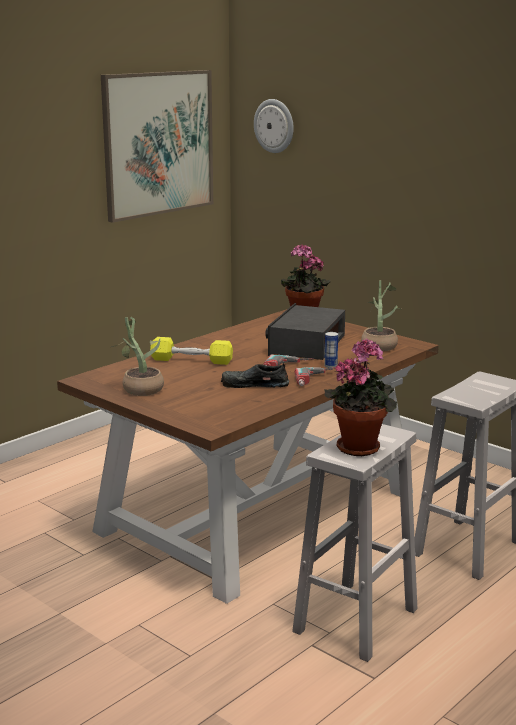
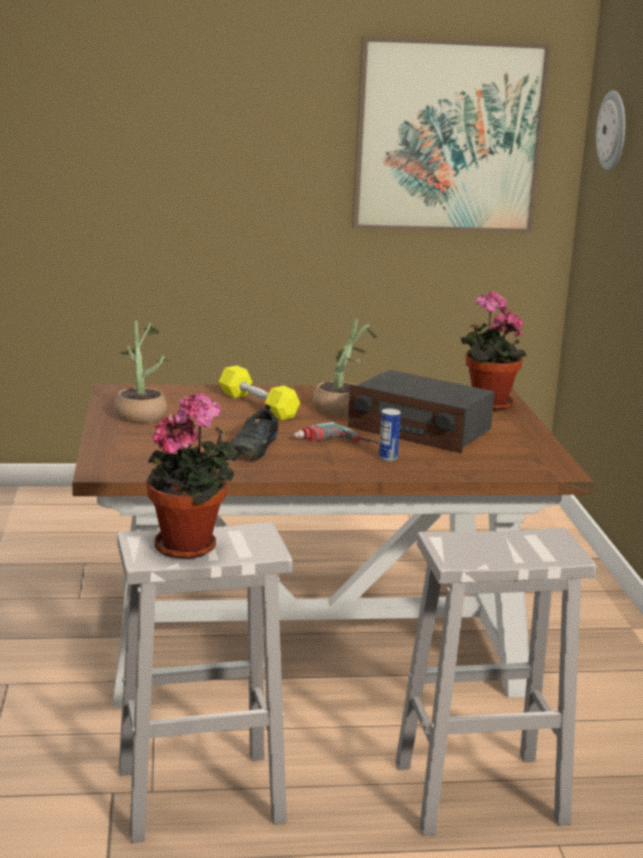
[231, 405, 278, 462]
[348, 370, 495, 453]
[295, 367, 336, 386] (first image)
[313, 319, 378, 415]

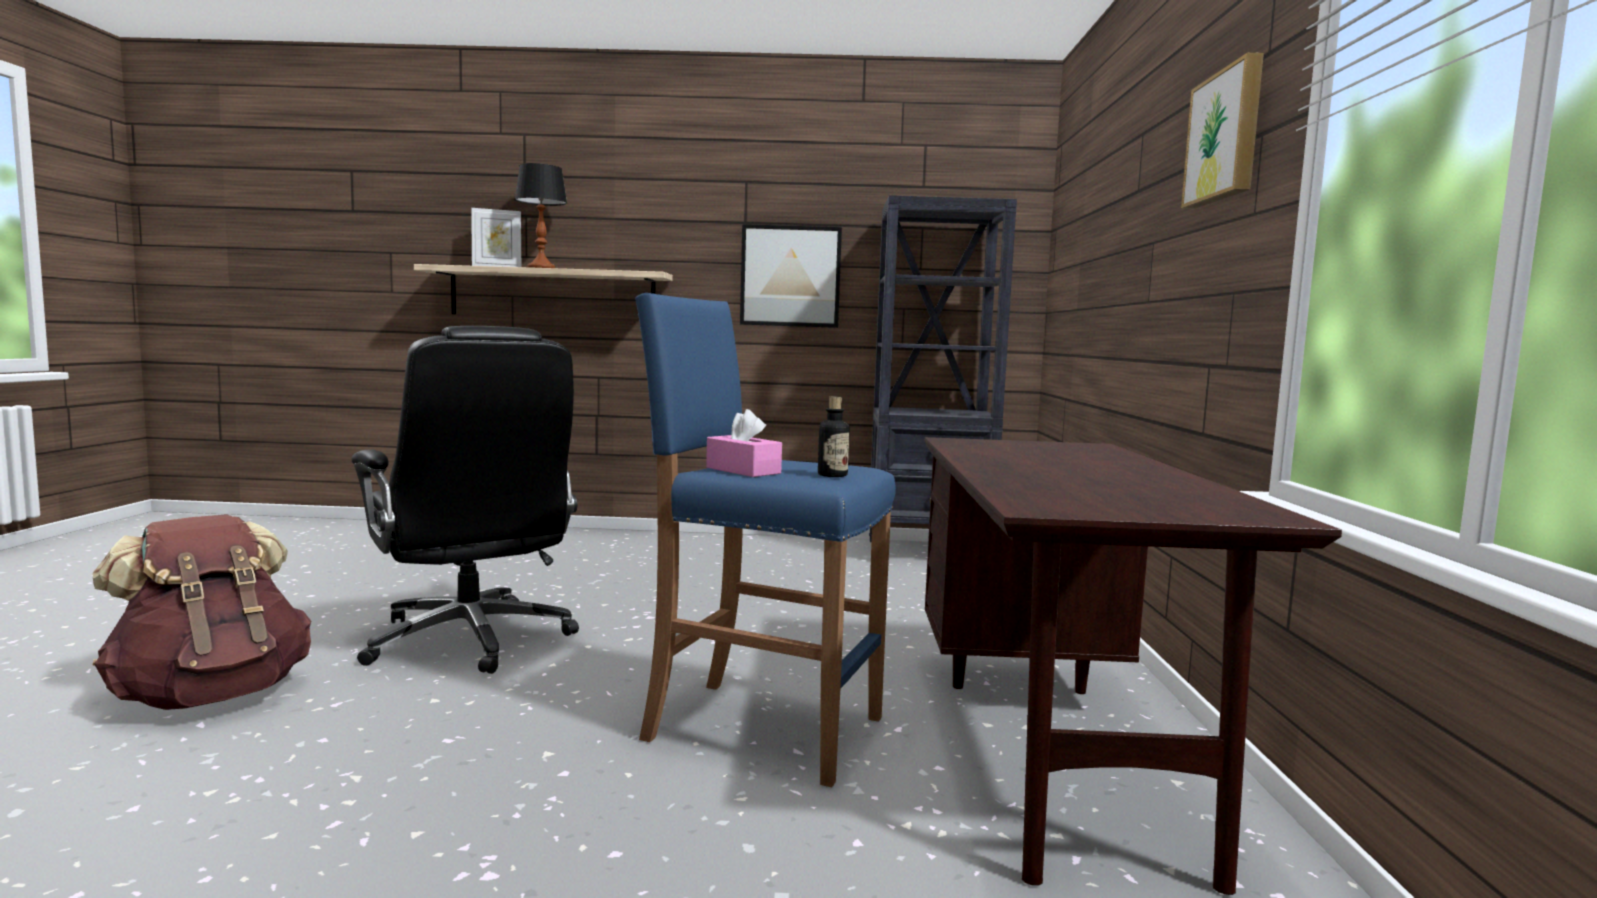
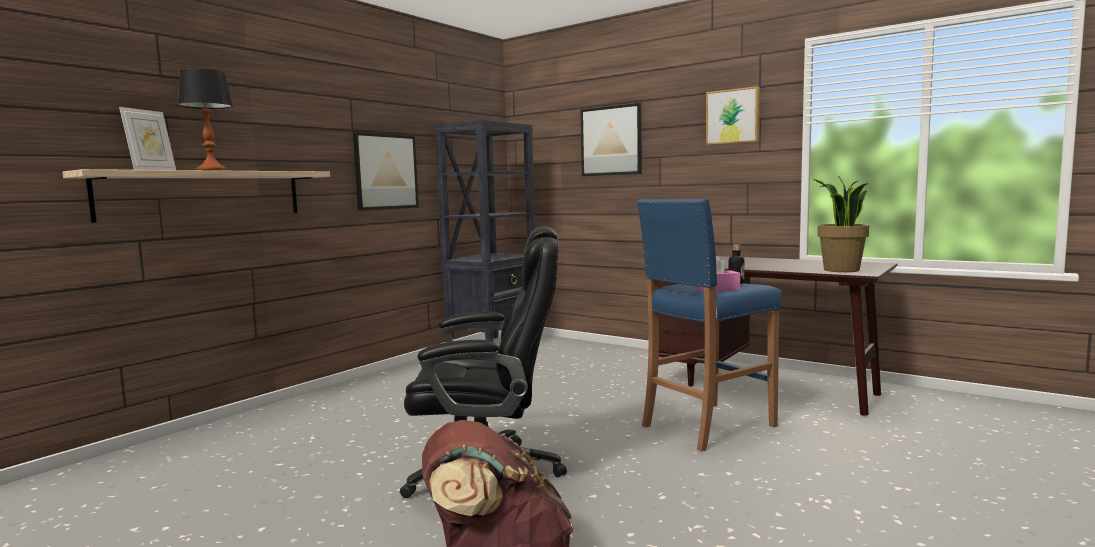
[581, 103, 642, 176]
[813, 176, 869, 272]

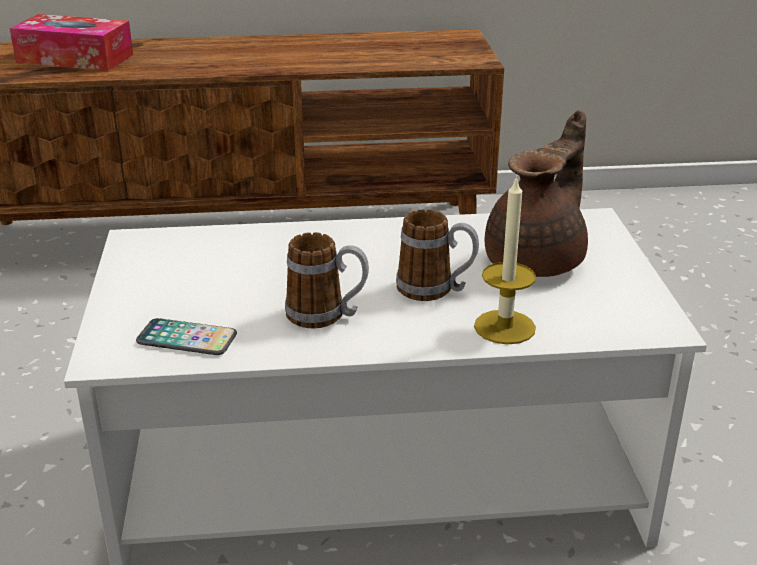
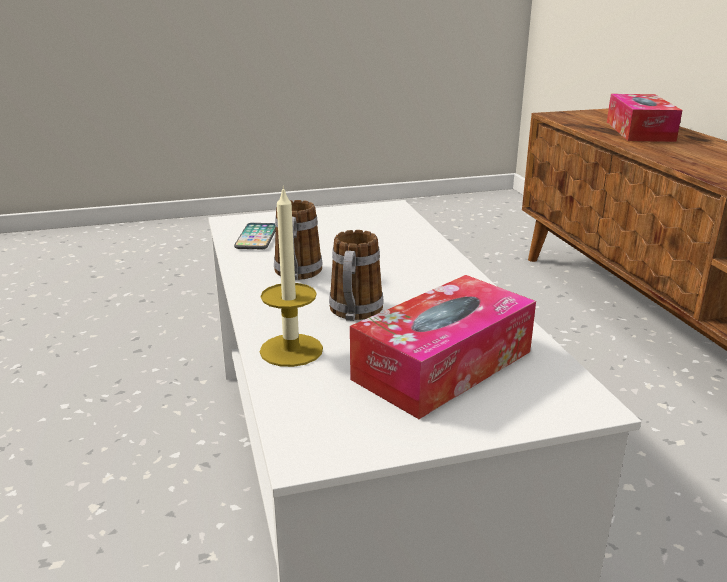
[350, 275, 536, 419]

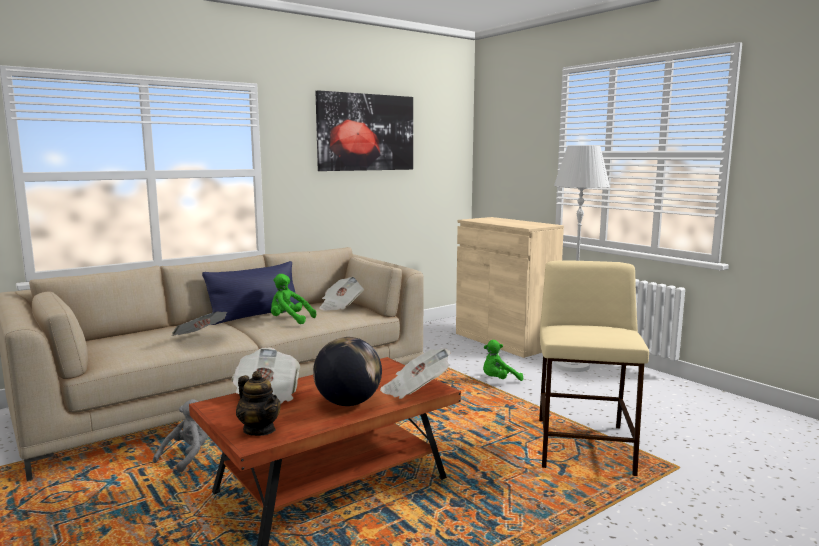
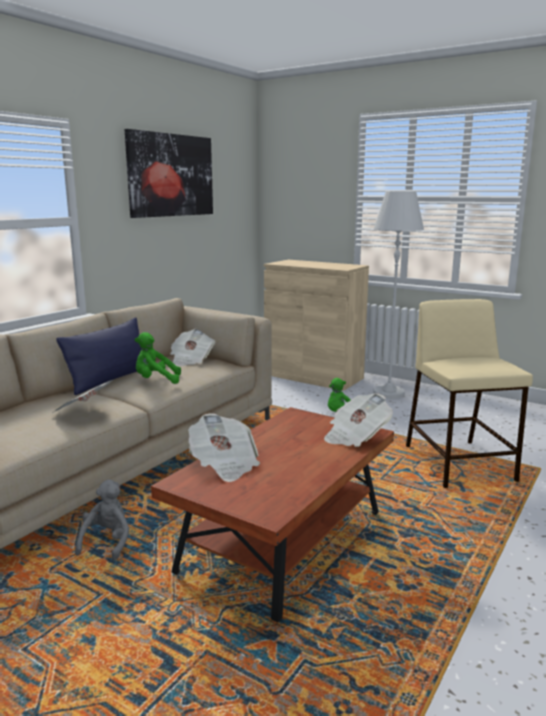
[236, 371, 281, 436] (first image)
[313, 337, 382, 406] (first image)

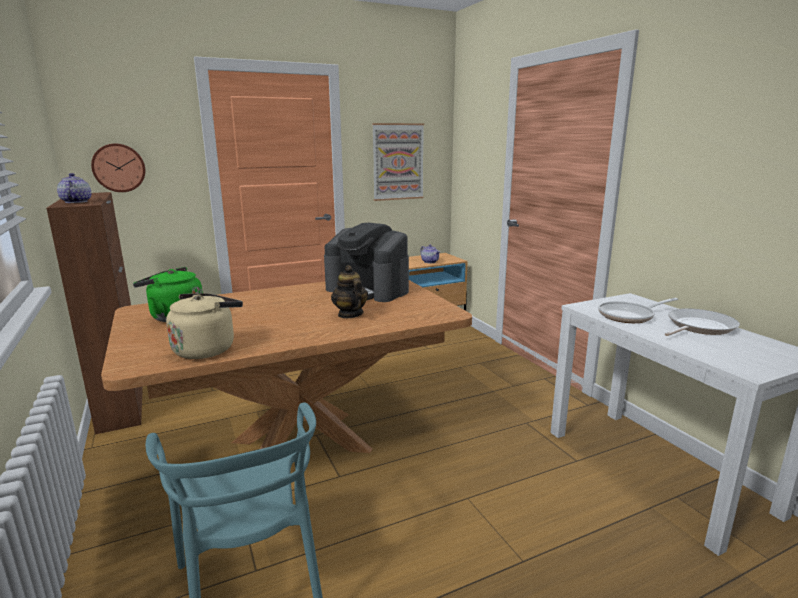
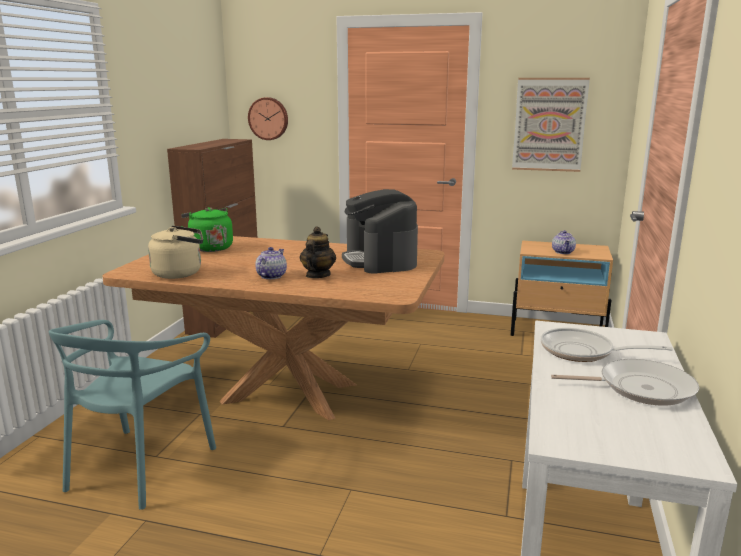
[256, 247, 287, 279]

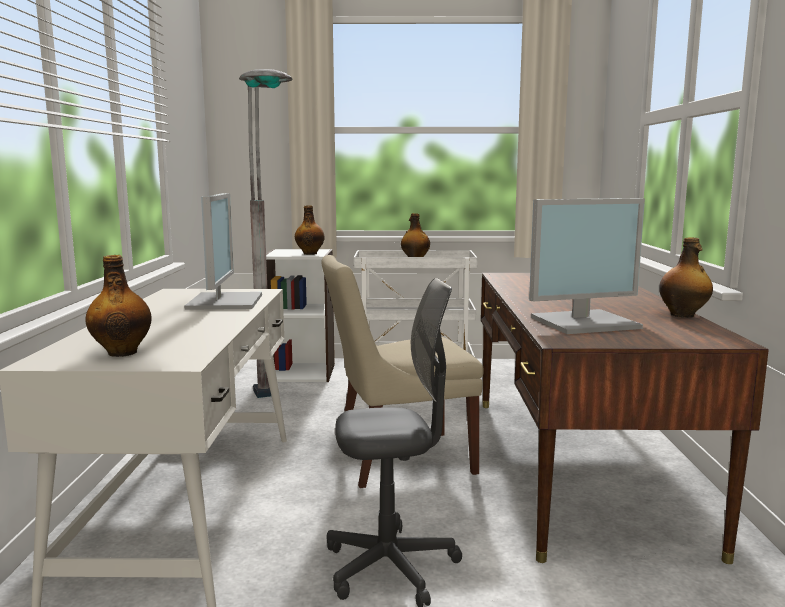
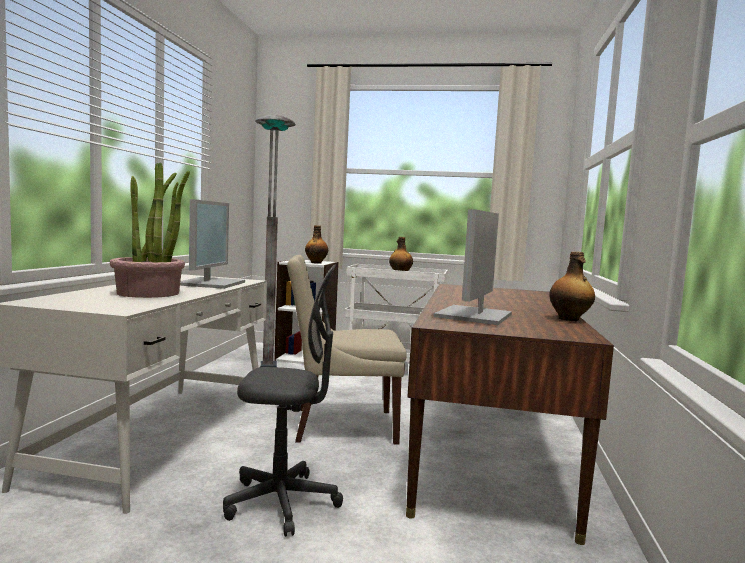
[85, 255, 151, 357] (first image)
[433, 209, 512, 325]
[110, 162, 190, 298]

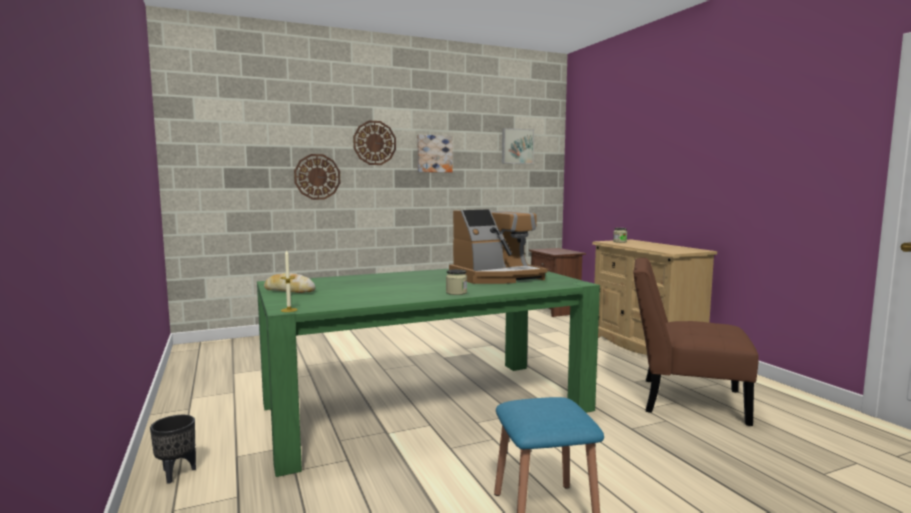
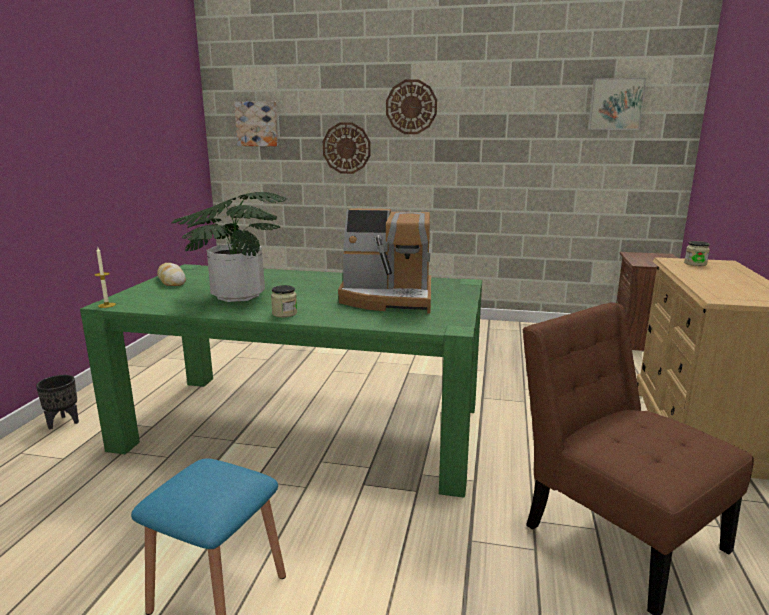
[234, 101, 278, 146]
[171, 192, 287, 302]

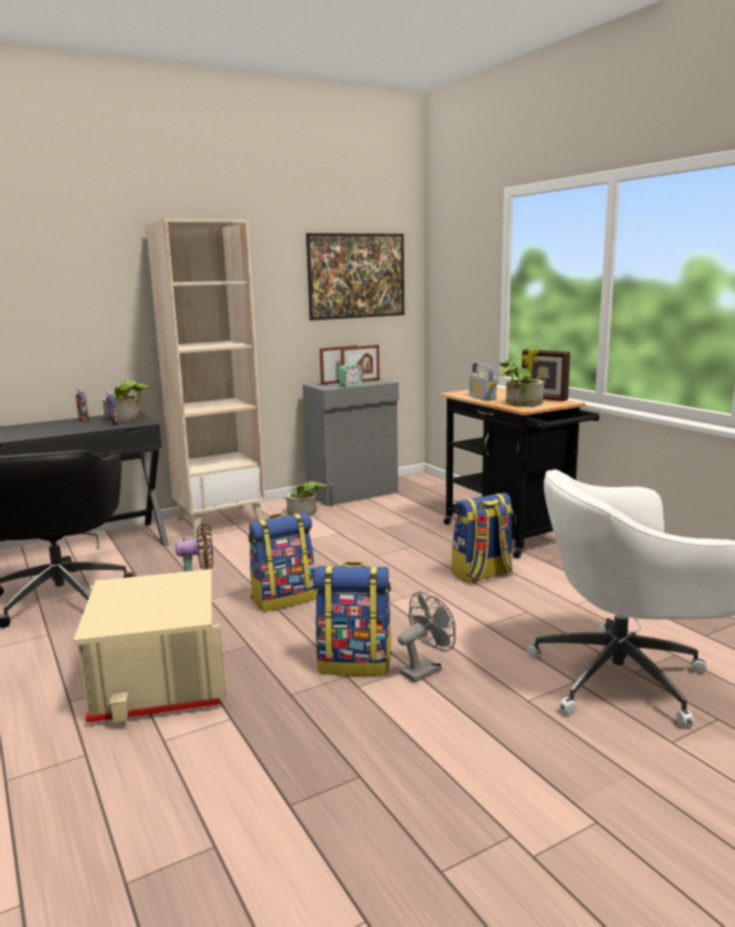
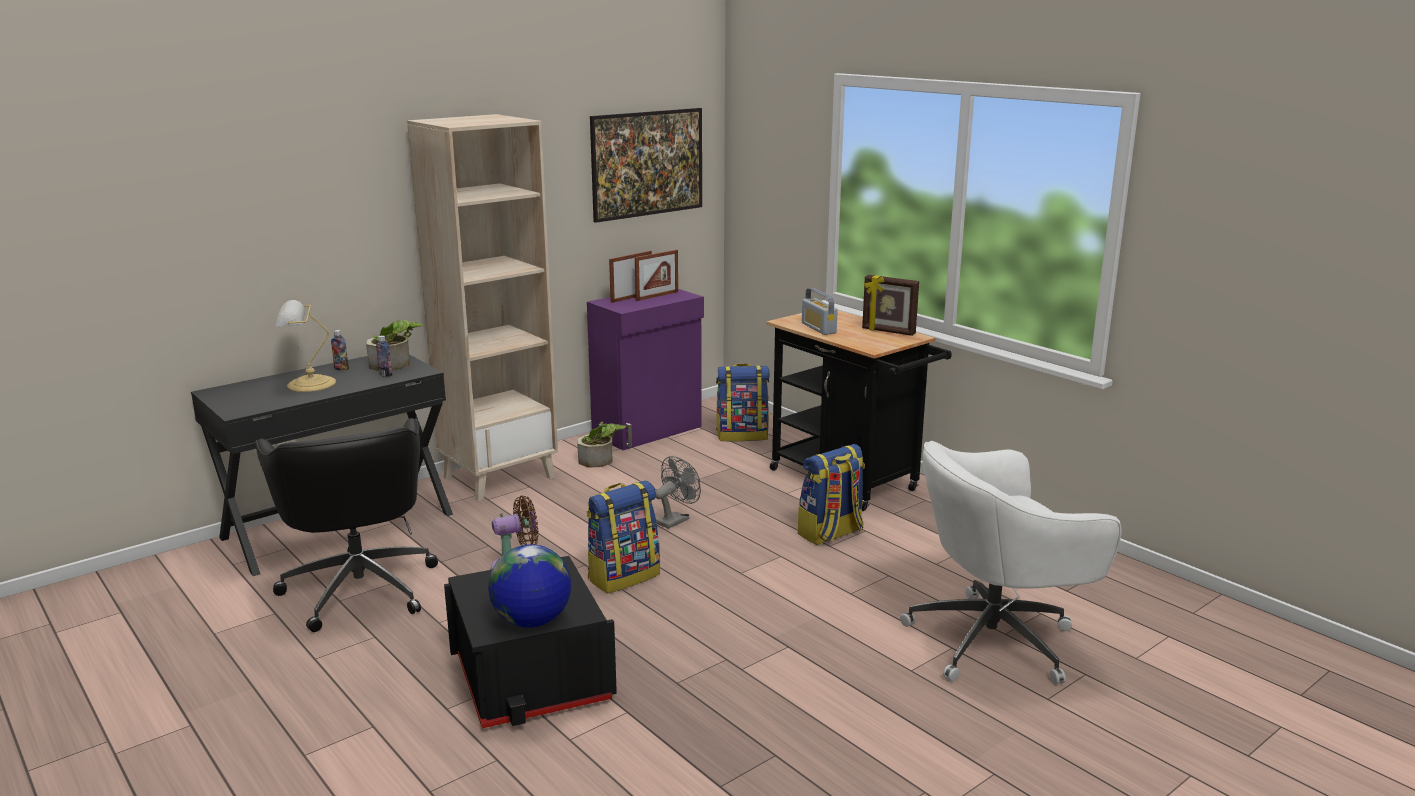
[444, 556, 617, 728]
[587, 289, 704, 450]
[716, 363, 770, 441]
[339, 364, 363, 387] (first image)
[656, 456, 701, 529]
[499, 359, 544, 407] (first image)
[275, 300, 336, 392]
[488, 545, 571, 628]

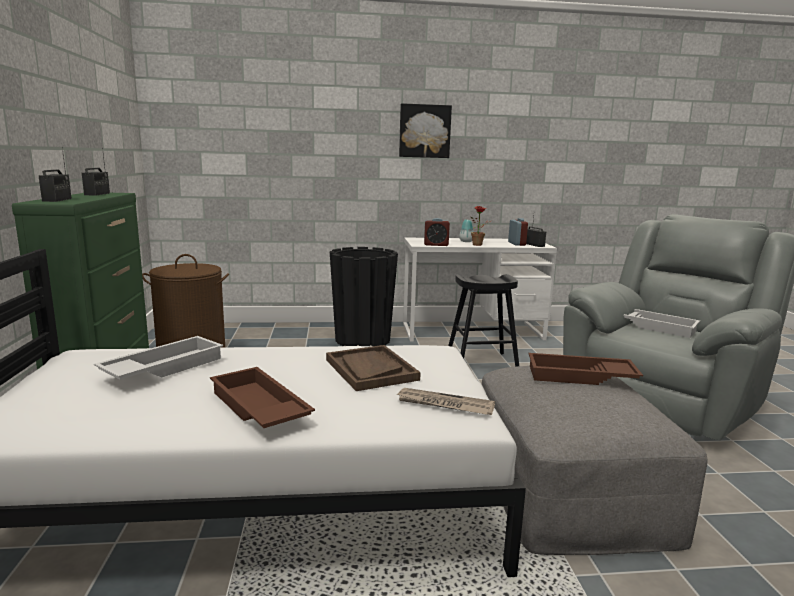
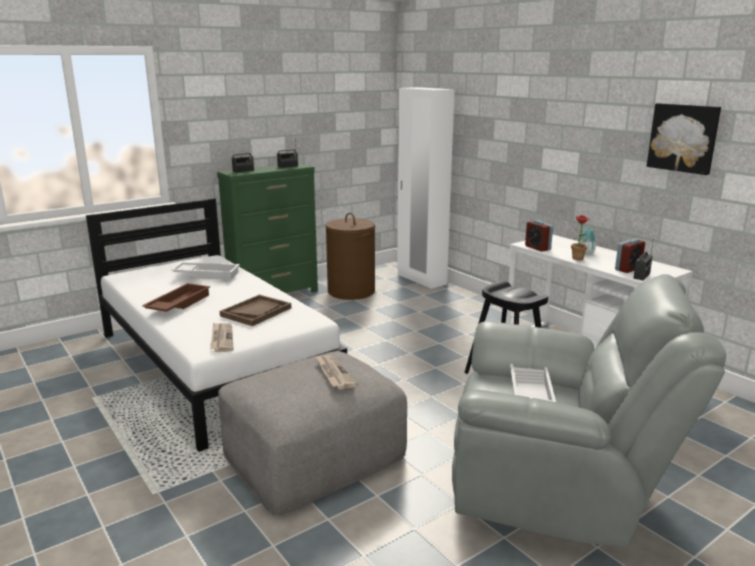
[330, 247, 398, 346] (first image)
[647, 103, 721, 175]
[315, 355, 357, 390]
[397, 87, 455, 289]

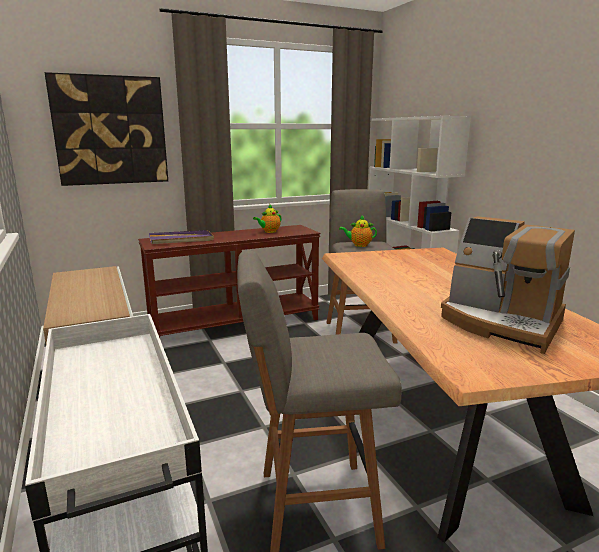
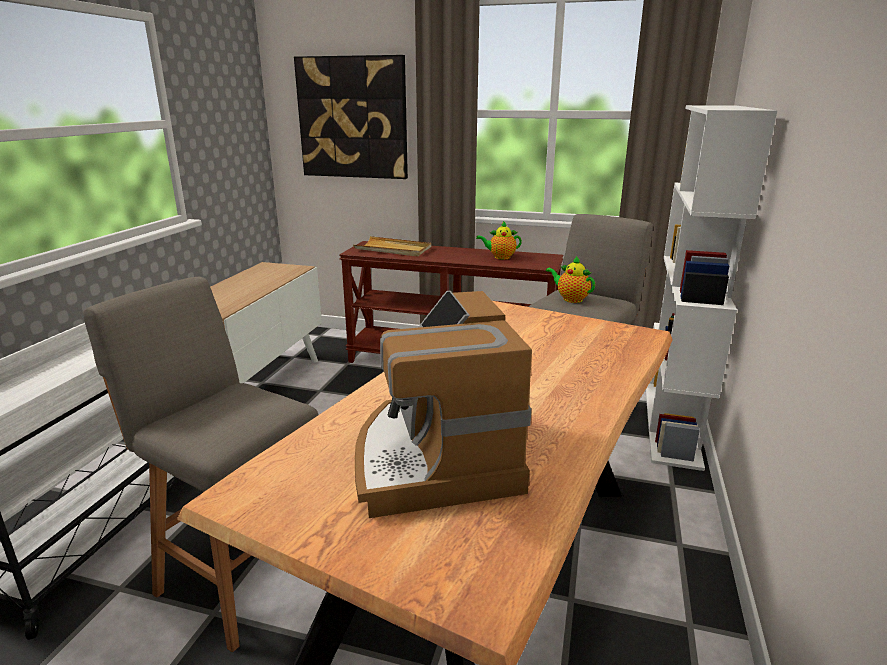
[353, 236, 431, 257]

